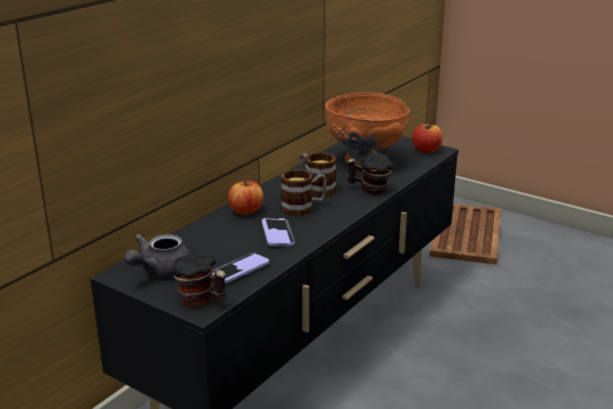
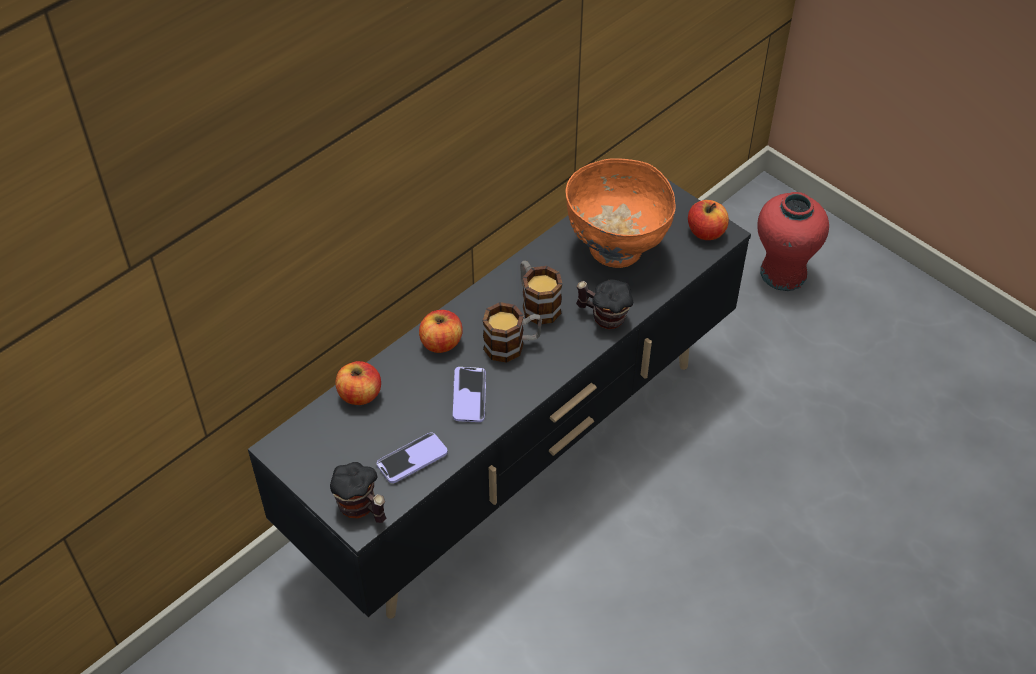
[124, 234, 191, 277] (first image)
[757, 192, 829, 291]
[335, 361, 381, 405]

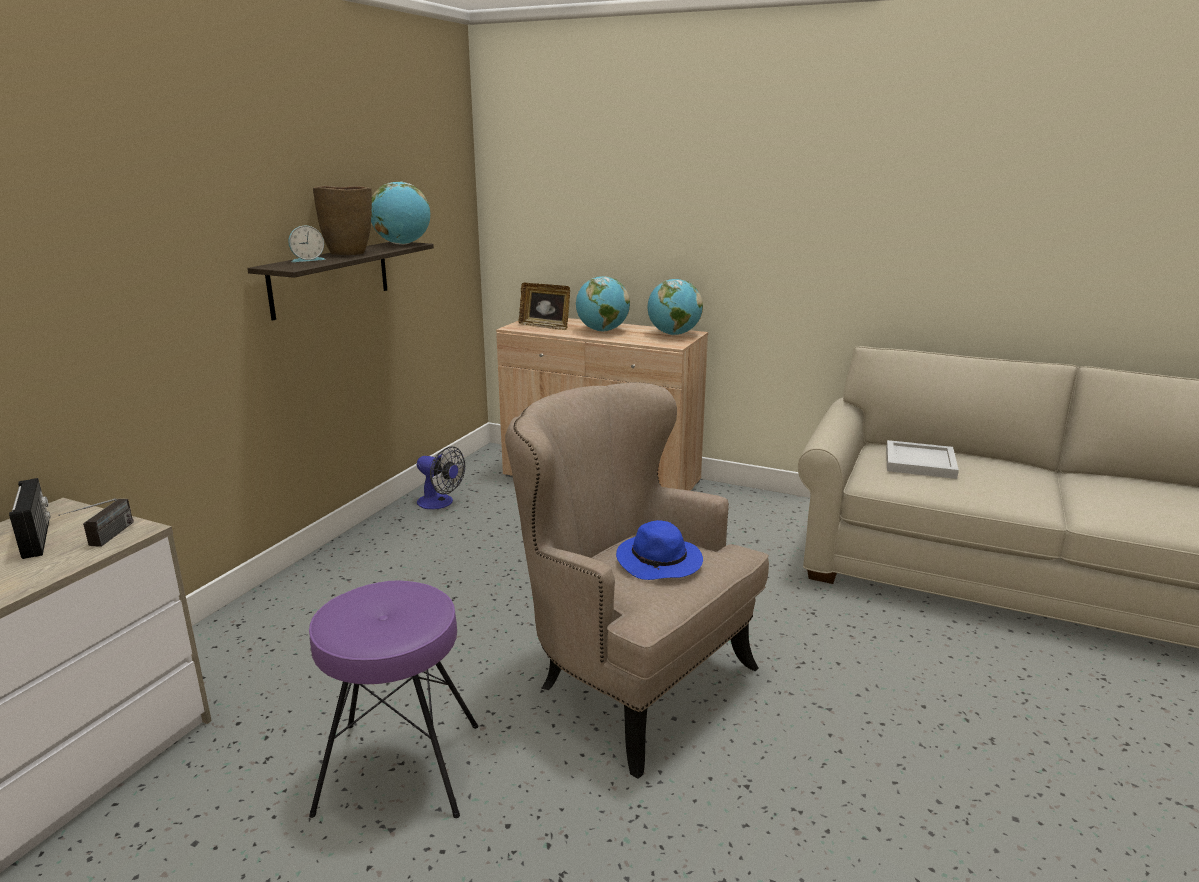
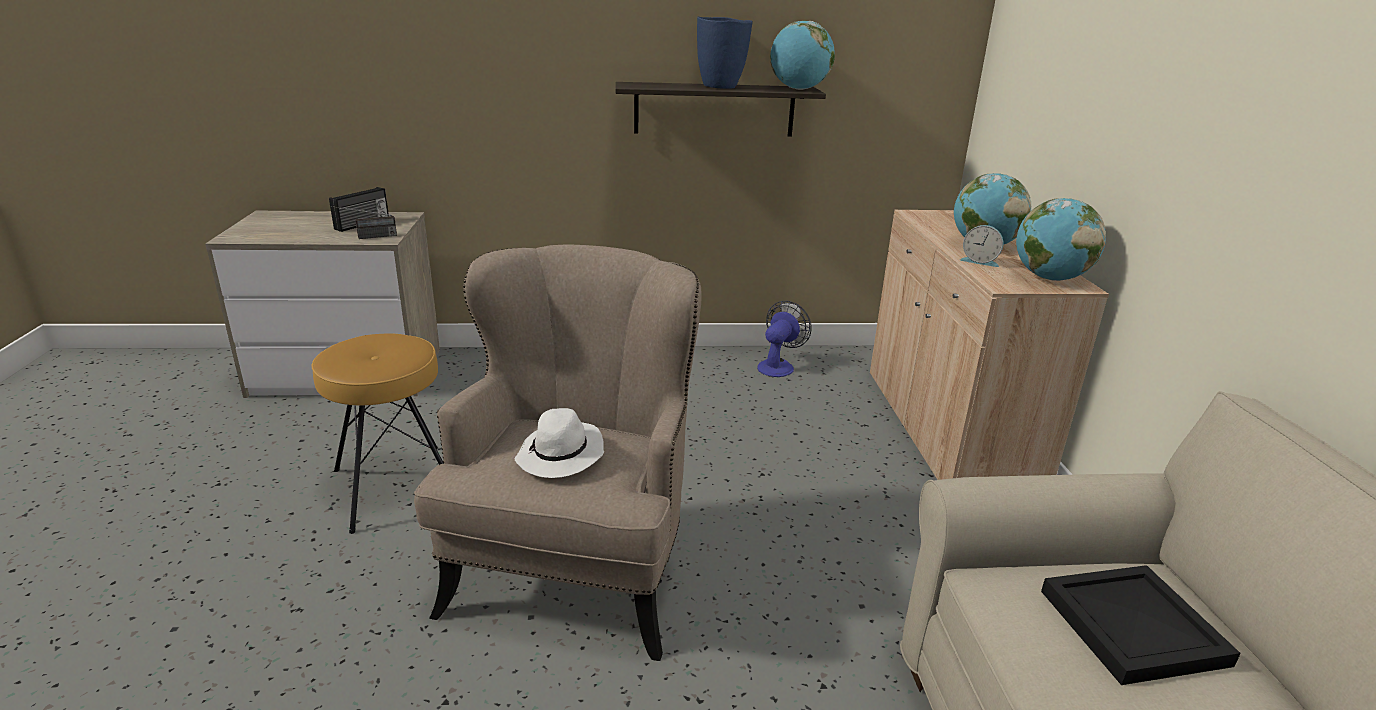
[960, 225, 1003, 267]
[312, 333, 444, 534]
[697, 17, 753, 89]
[757, 301, 812, 377]
[519, 283, 570, 330] (first image)
[515, 408, 604, 478]
[1041, 565, 1241, 685]

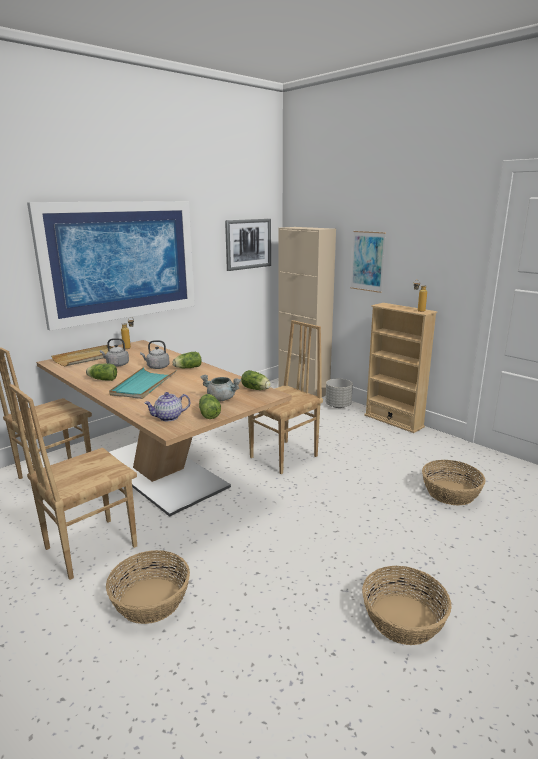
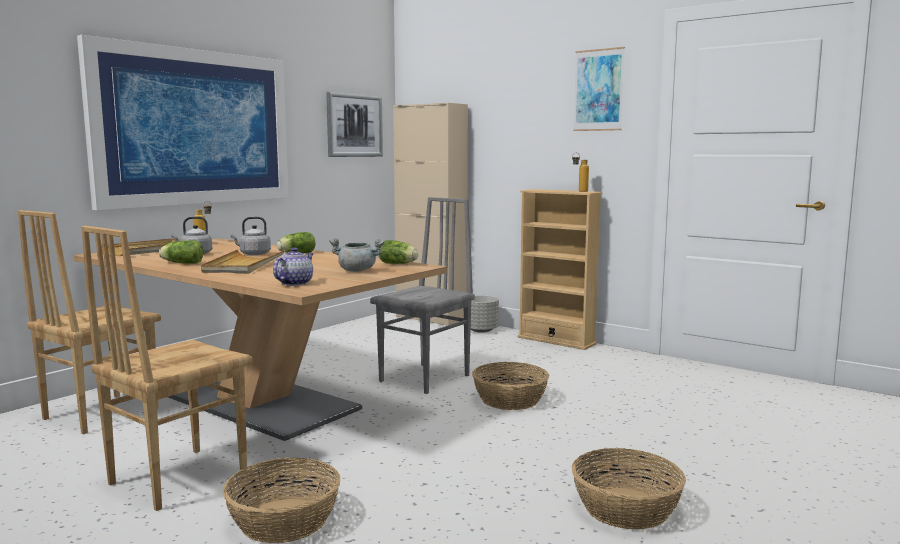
[201, 249, 285, 274]
[273, 248, 313, 286]
[199, 394, 221, 419] (first image)
[370, 197, 475, 394]
[573, 47, 625, 131]
[472, 362, 549, 410]

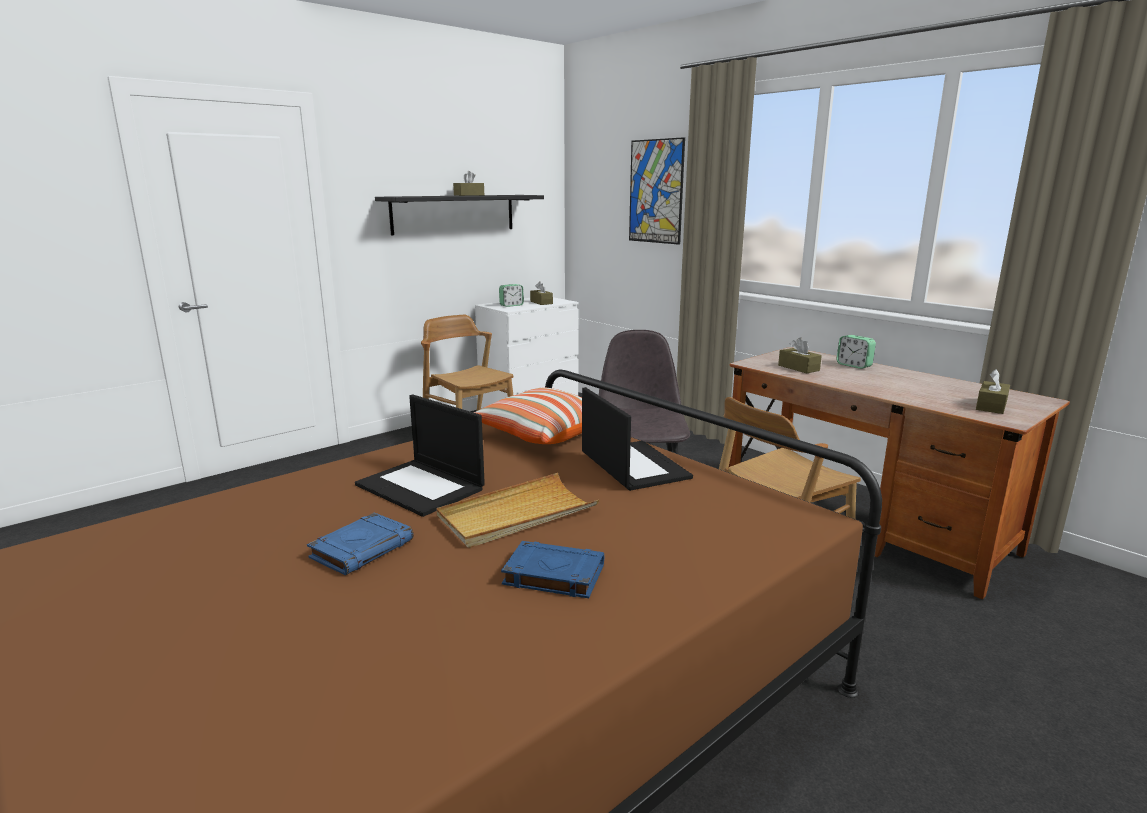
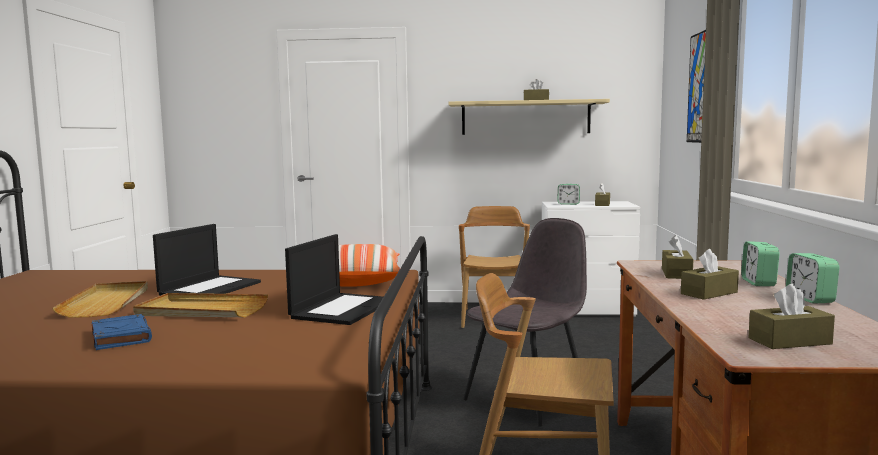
[52, 281, 148, 318]
[153, 224, 261, 296]
[449, 99, 610, 135]
[681, 249, 739, 300]
[786, 253, 839, 304]

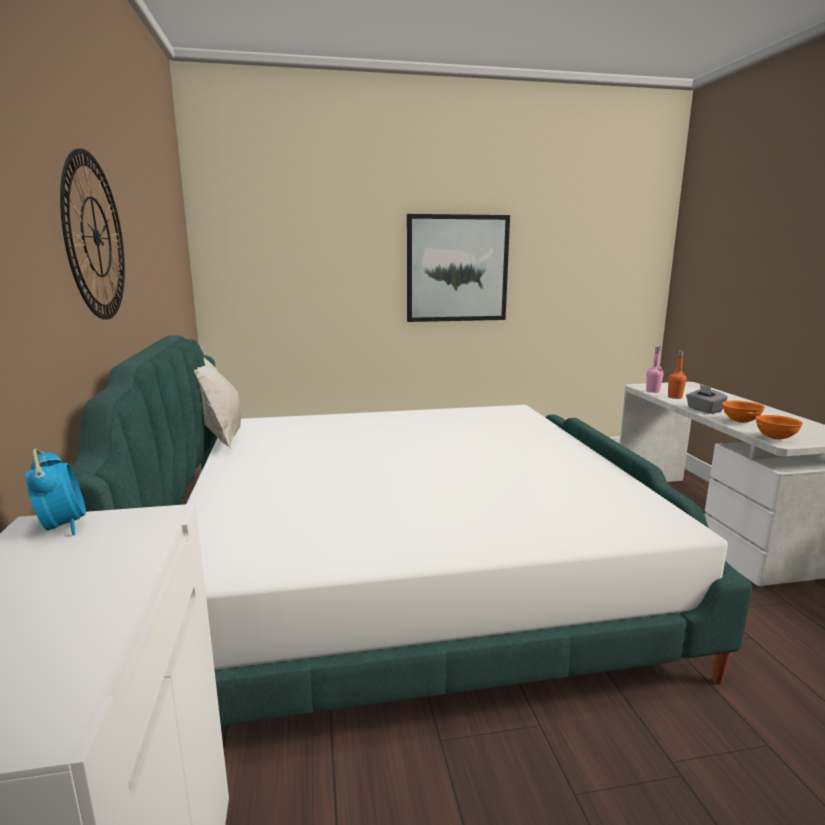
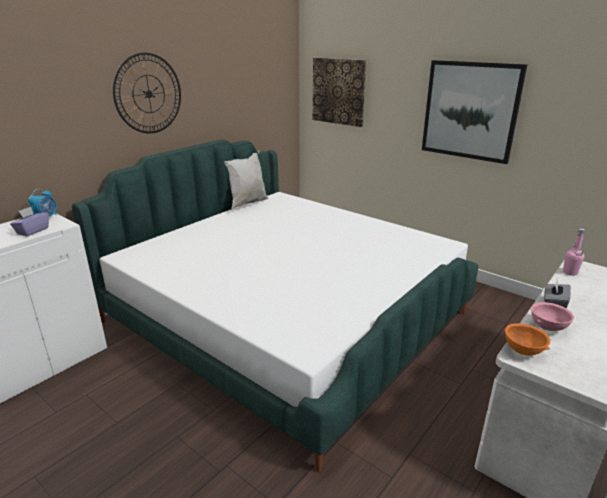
[668, 350, 687, 399] (first image)
[531, 302, 574, 331]
[10, 207, 49, 236]
[313, 58, 367, 127]

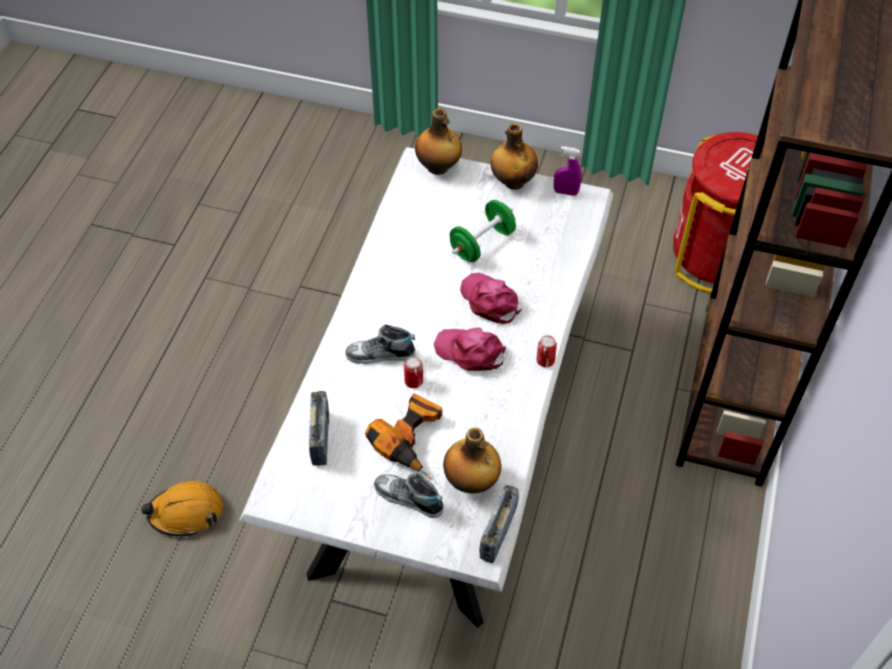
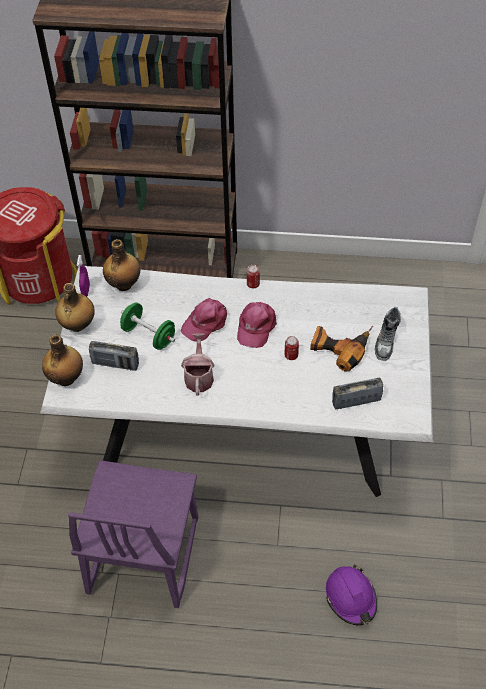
[326, 565, 377, 625]
[345, 324, 415, 364] (first image)
[103, 239, 140, 291]
[89, 341, 139, 371]
[68, 460, 199, 608]
[181, 333, 214, 396]

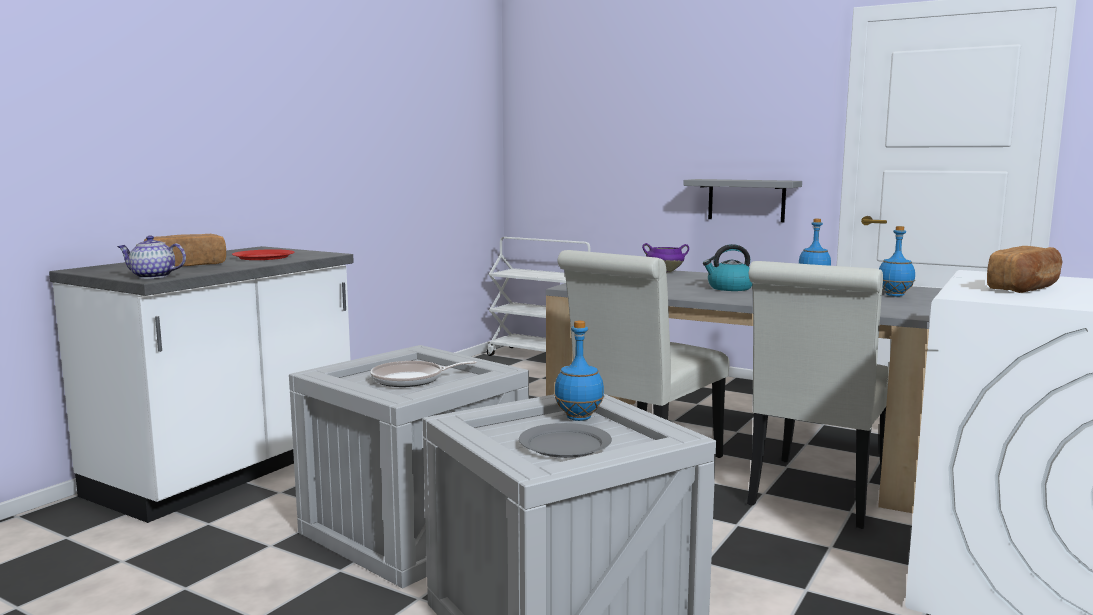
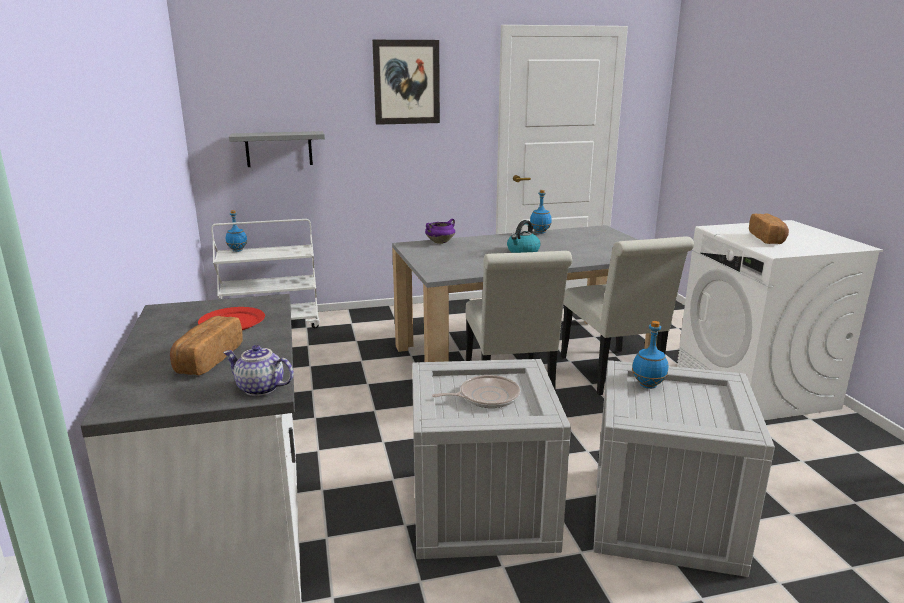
[223, 345, 294, 396]
[432, 375, 520, 408]
[519, 423, 612, 458] (first image)
[229, 131, 325, 167]
[226, 210, 247, 252]
[372, 40, 440, 125]

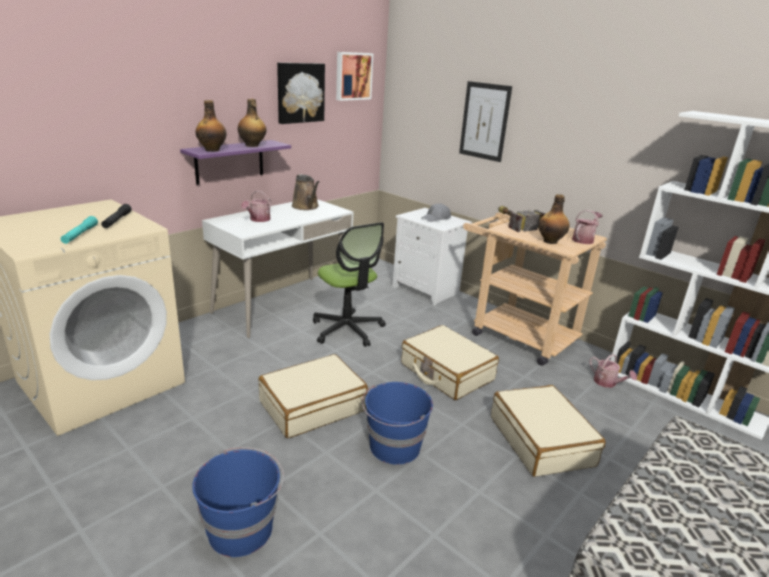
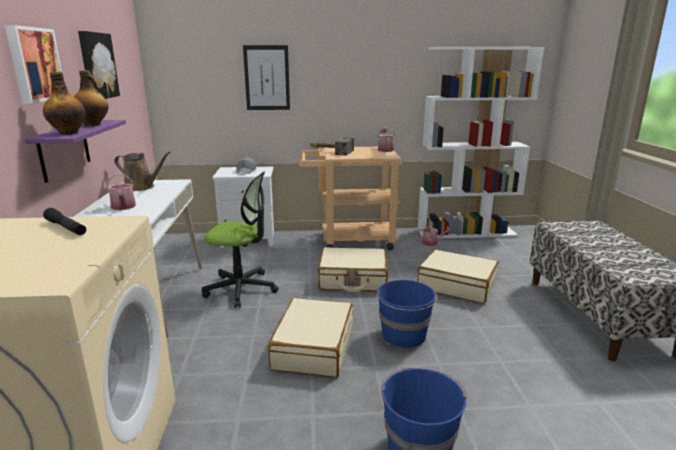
[60, 216, 98, 244] (first image)
[5, 25, 62, 104]
[538, 194, 570, 244] (first image)

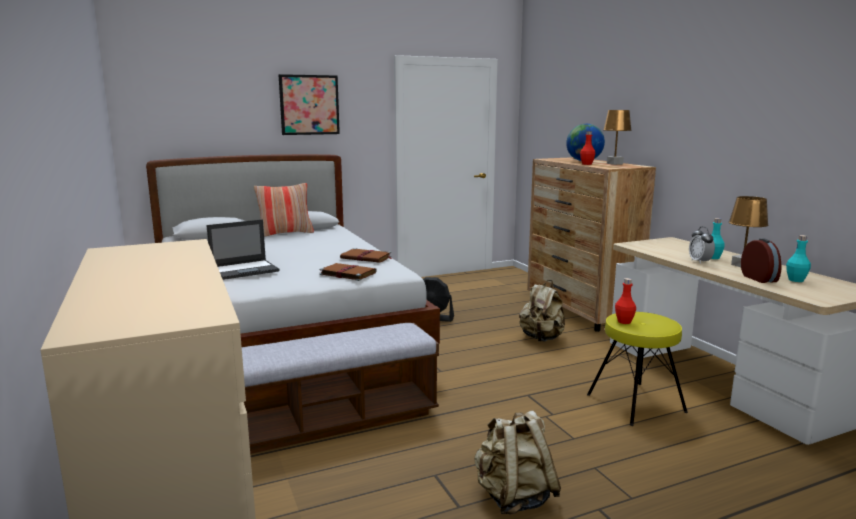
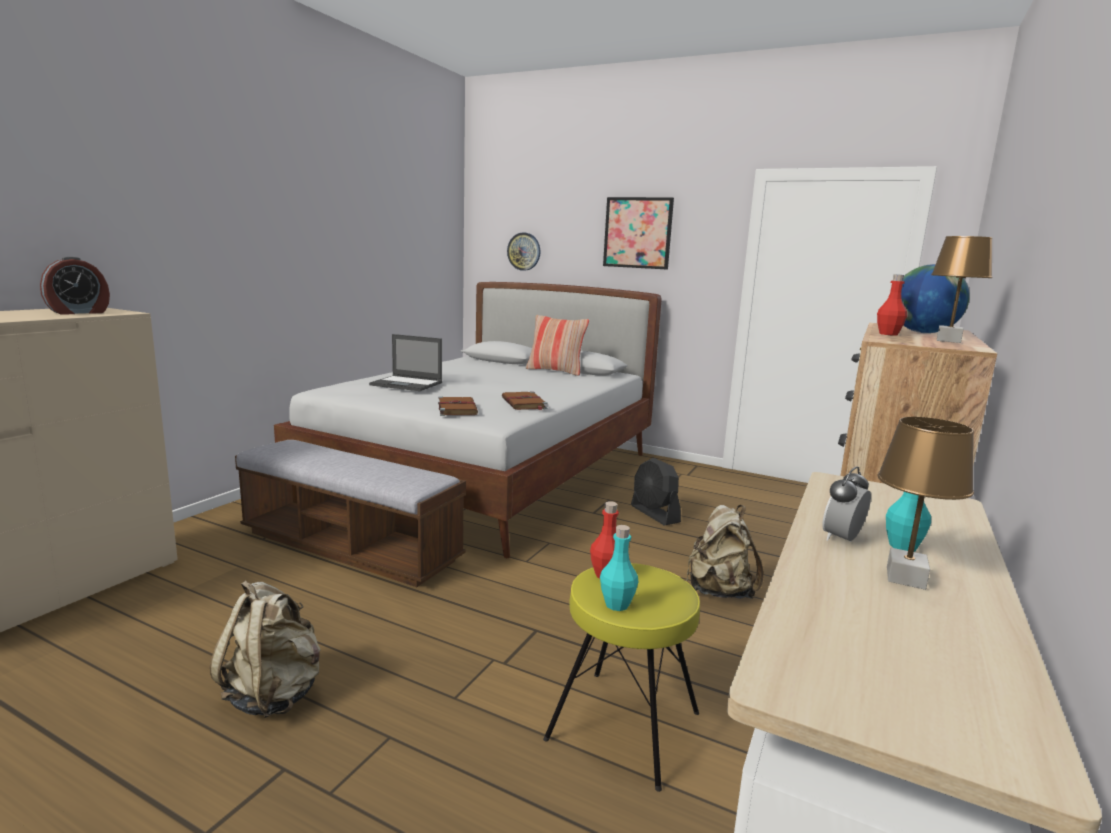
[40, 257, 110, 315]
[600, 525, 638, 611]
[507, 233, 541, 271]

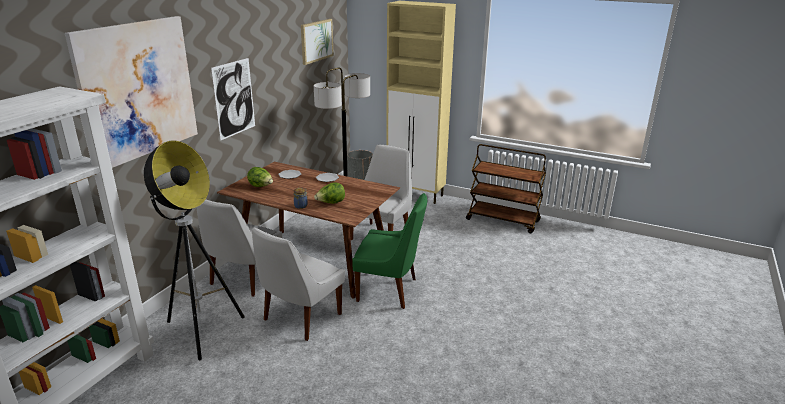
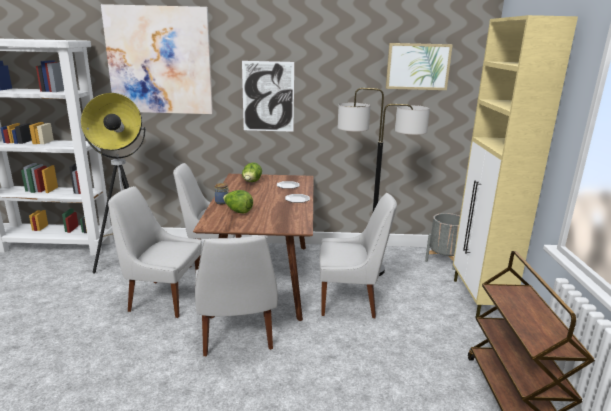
[195, 235, 278, 356]

